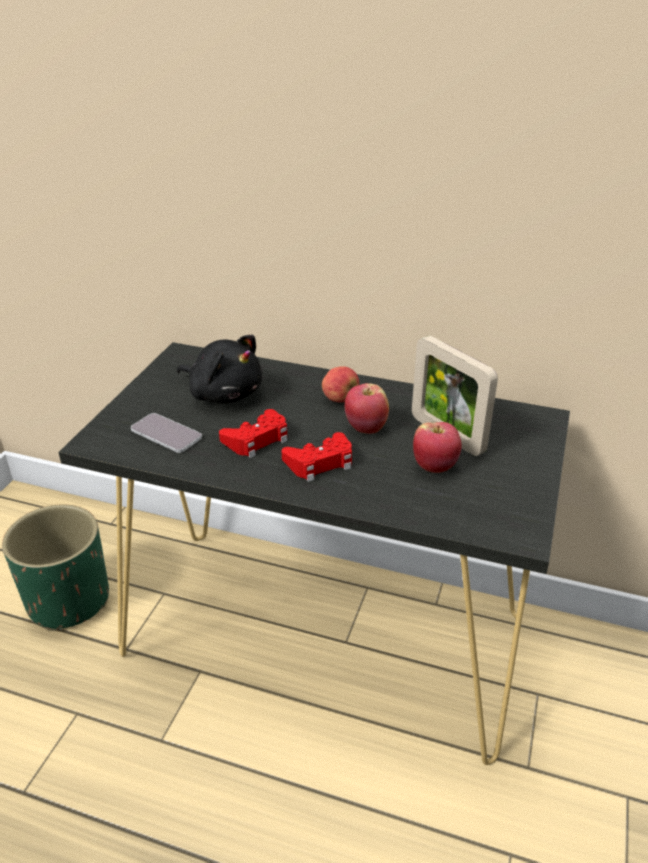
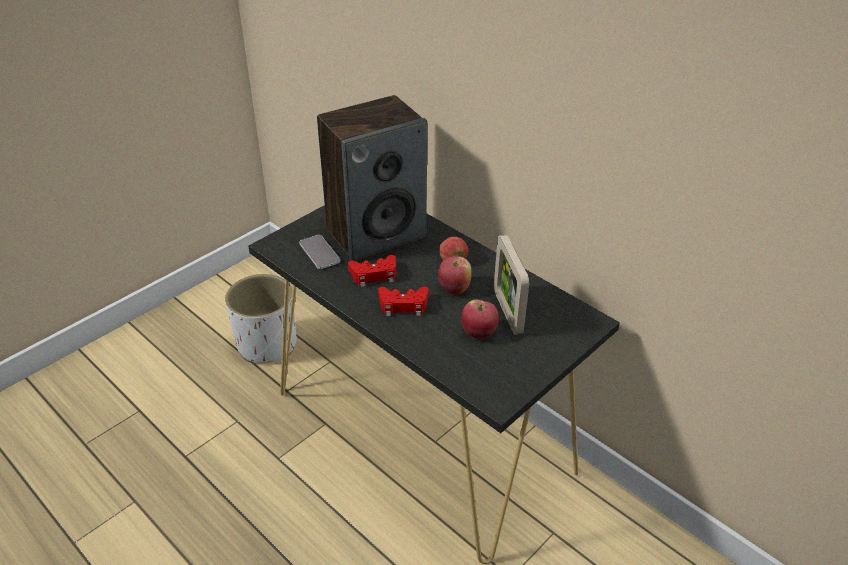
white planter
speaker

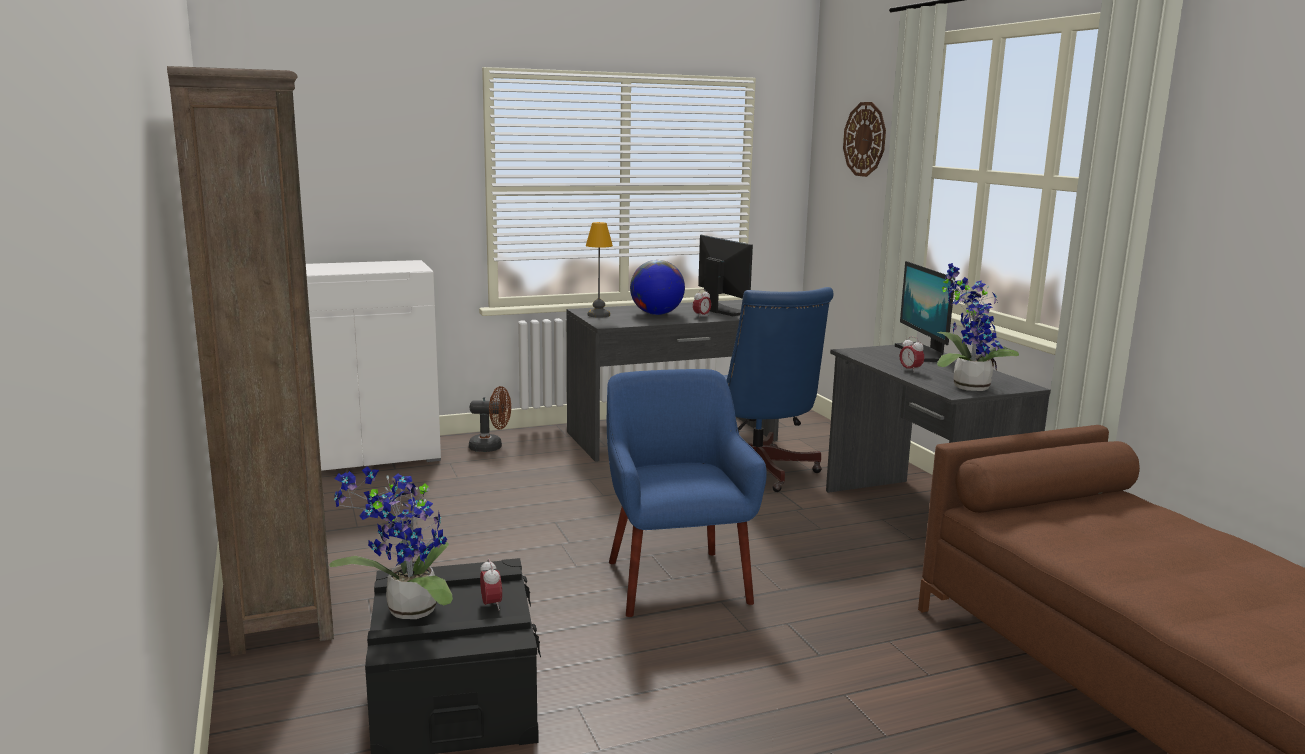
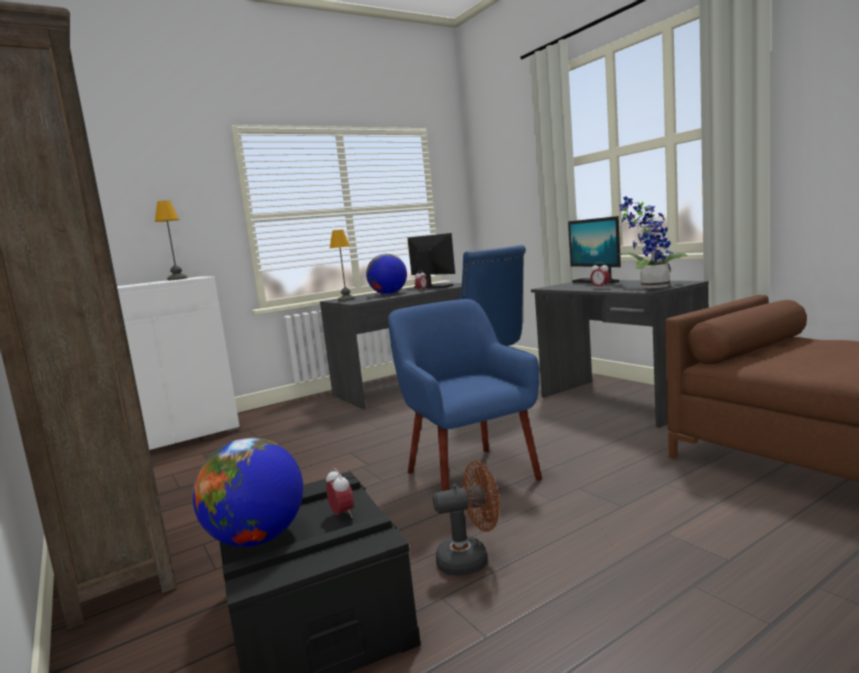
table lamp (1st from left)
globe (1st from left)
brown fan
wall clock

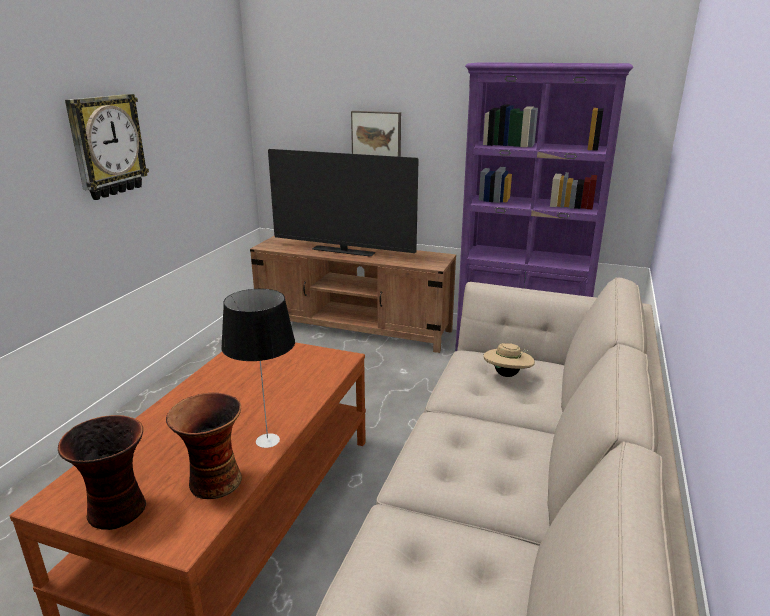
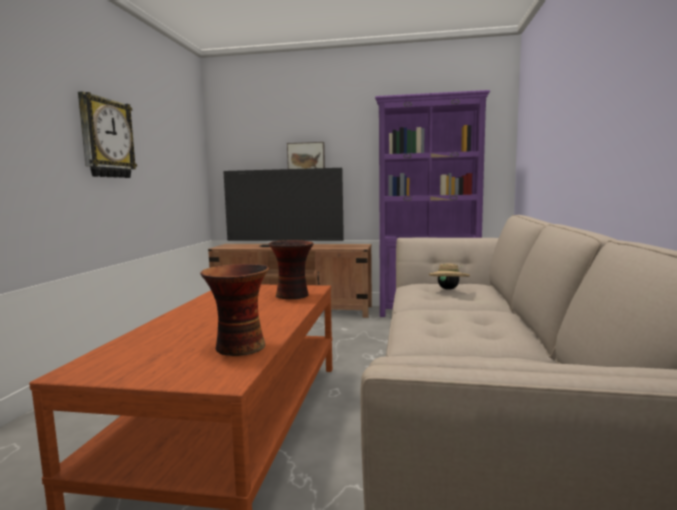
vase (2nd from left)
table lamp

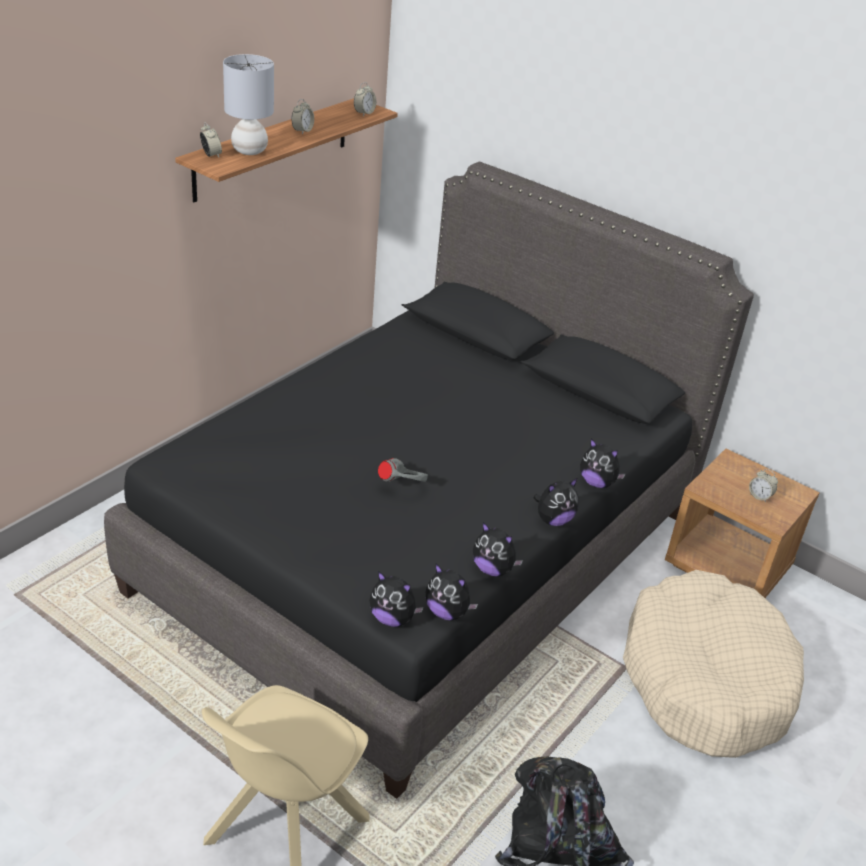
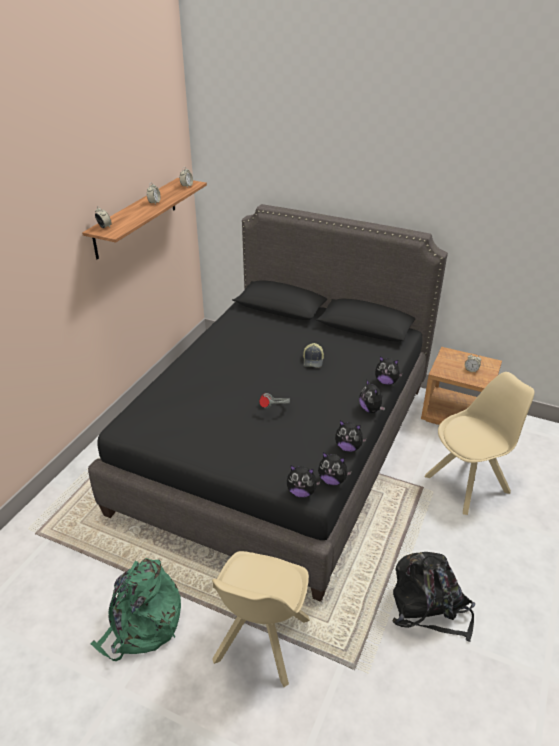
green backpack
cap
plush toy (4th from left)
beige chair (2nd from left)
grey table lamp

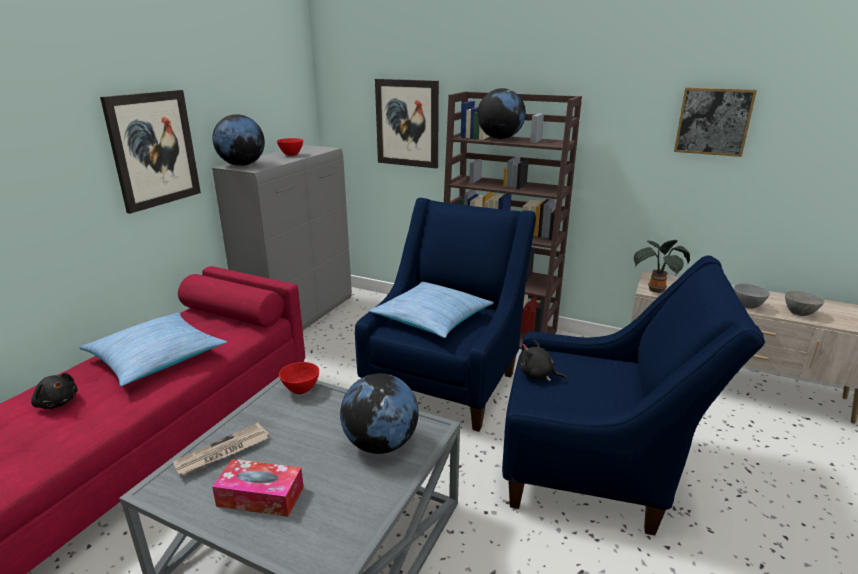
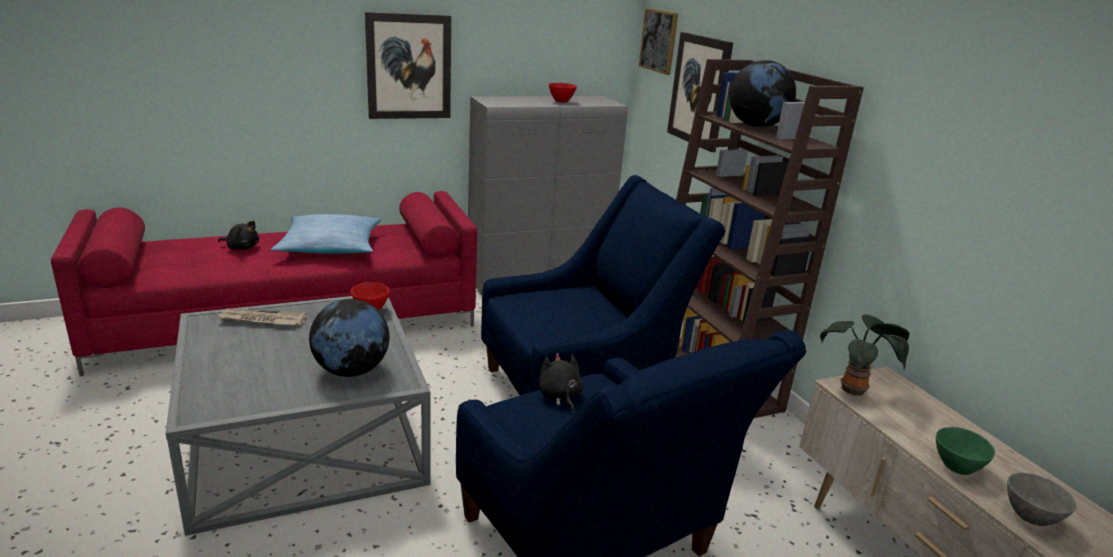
black plush toy (1st from left)
picture (2nd from left)
green bowl
tissue box
globe (1st from left in the first image)
pillow (2nd from left in the first image)

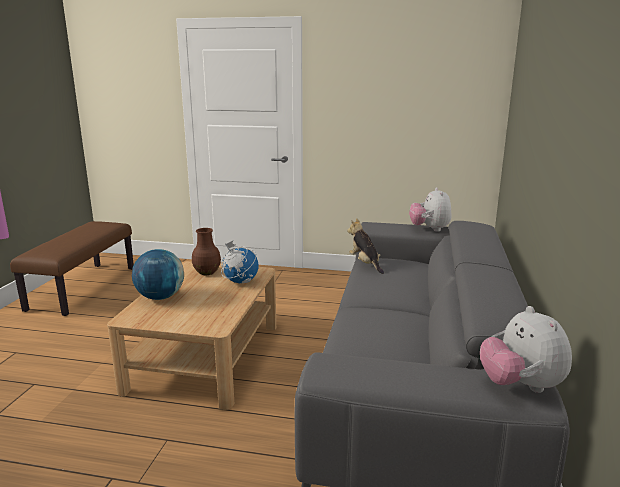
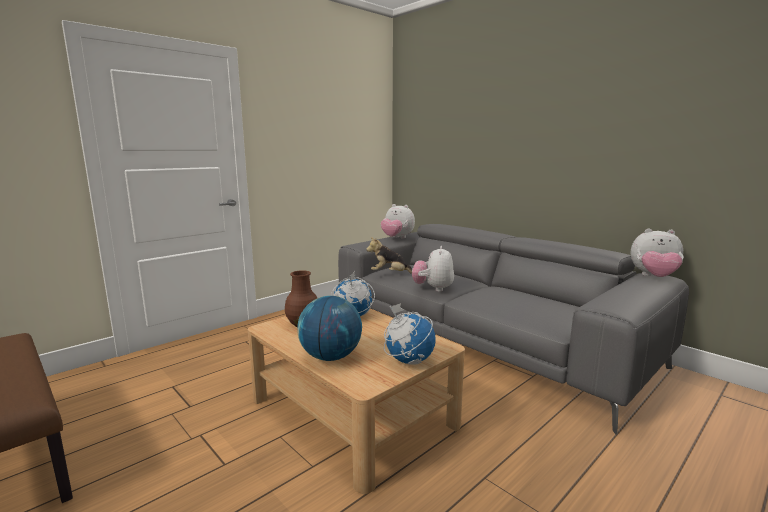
globe (3rd from left)
plush toy (3rd from left)

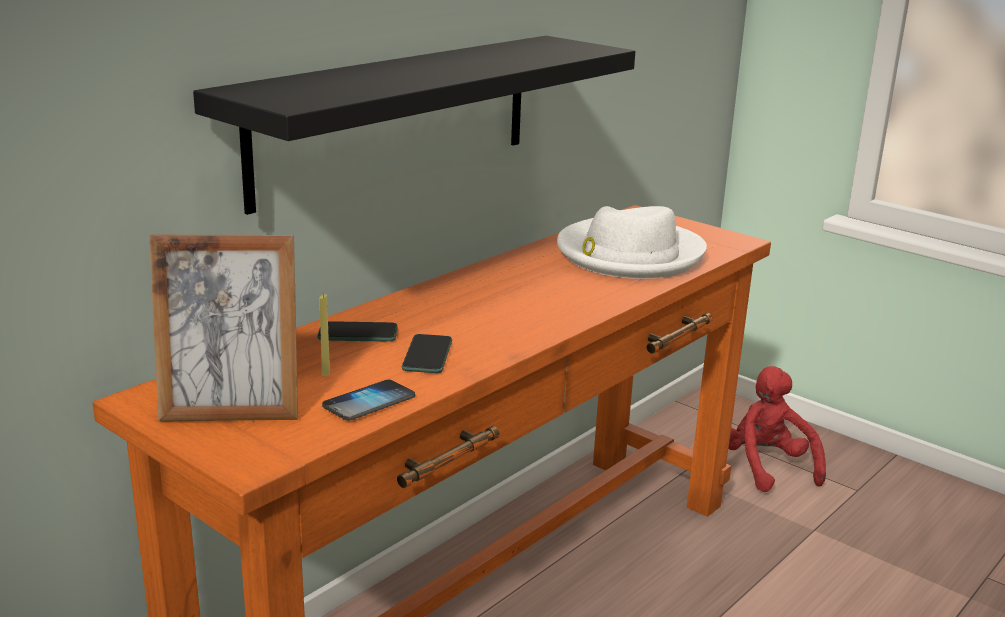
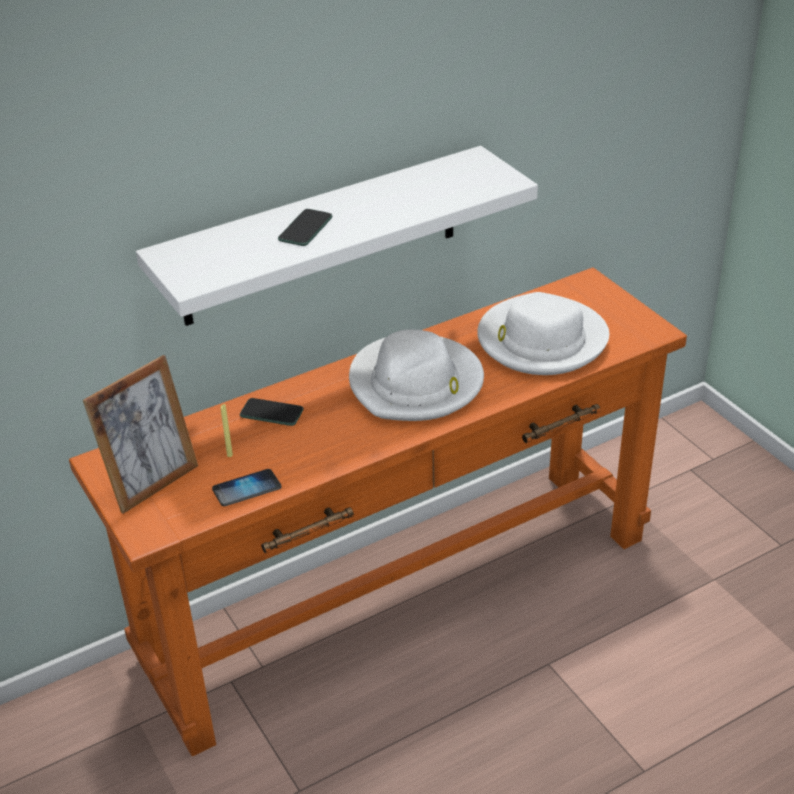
picture frame
white shelf
phone (3rd from left)
white hat (1st from left)
red plush toy

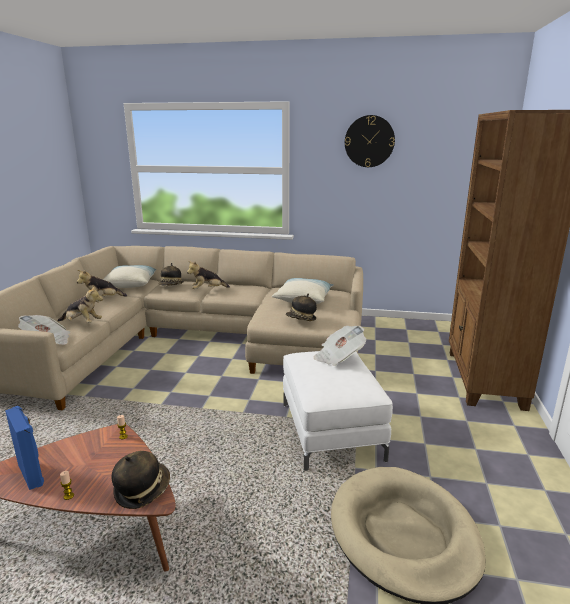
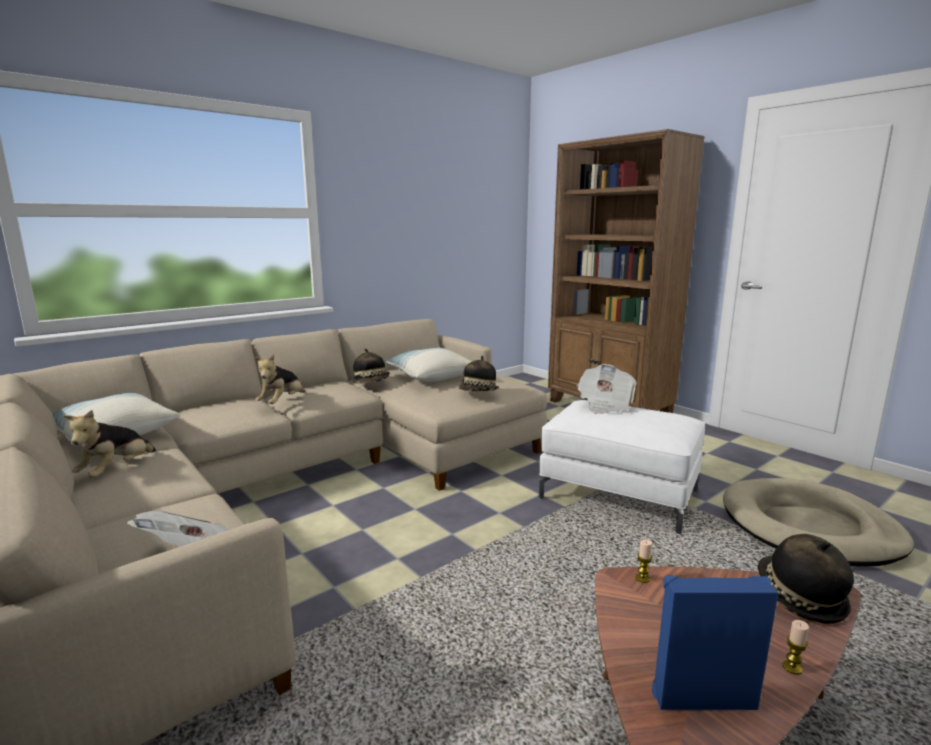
hat (1st from left)
plush toy (1st from left in the first image)
wall clock

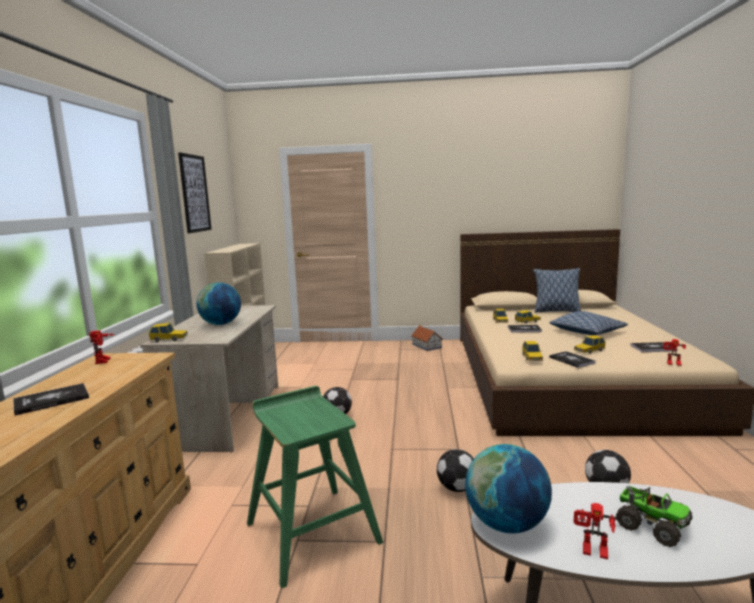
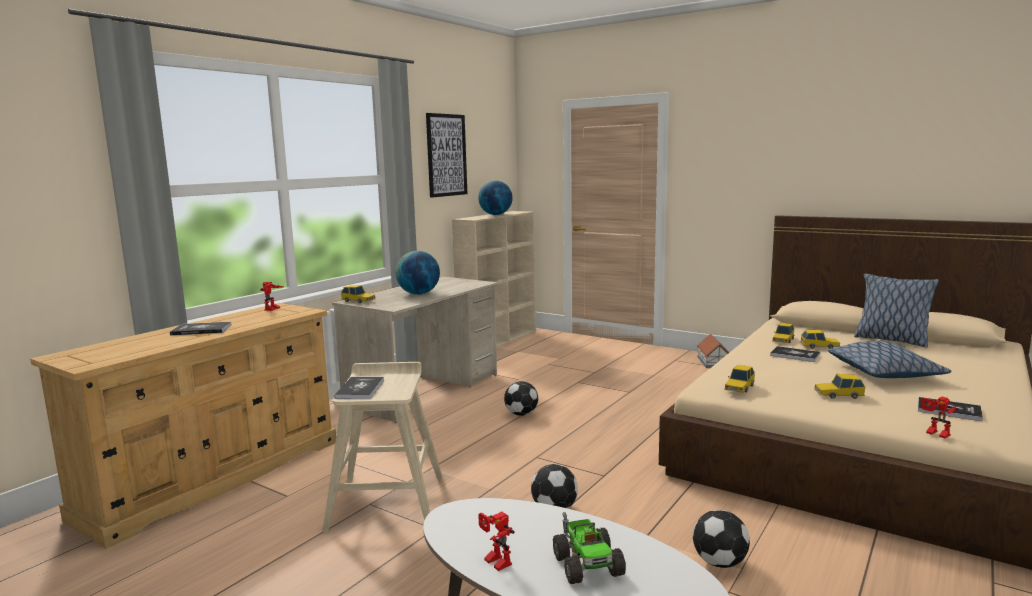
beige stool
book (2nd from left)
globe (2nd from left)

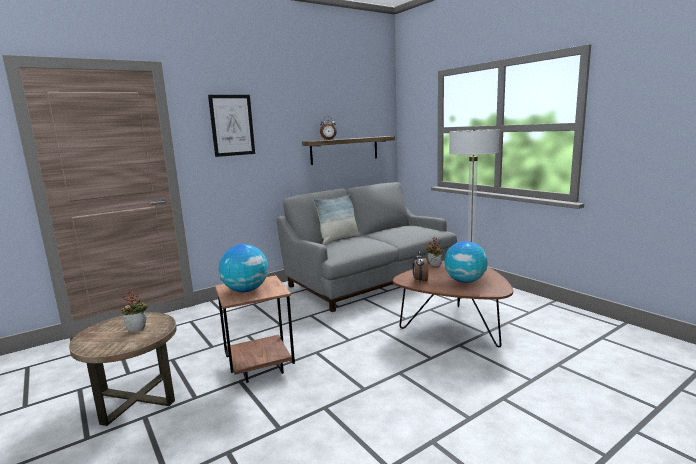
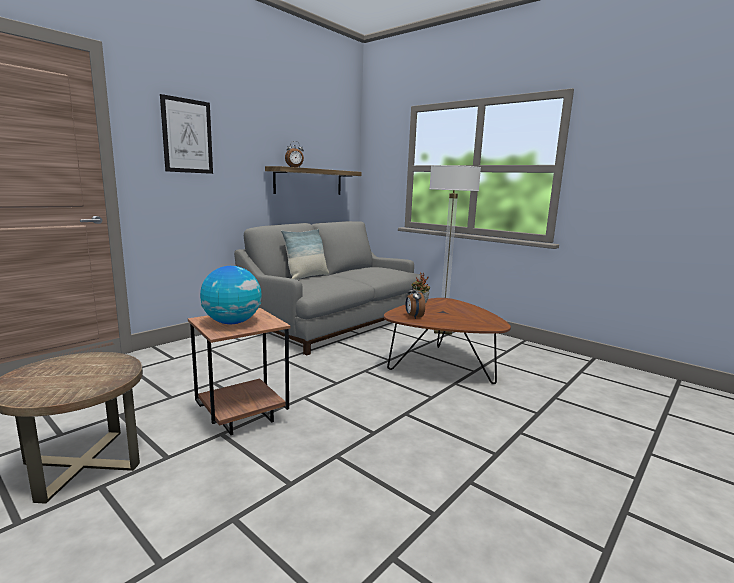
potted plant (1st from left in the first image)
globe (2nd from left in the first image)

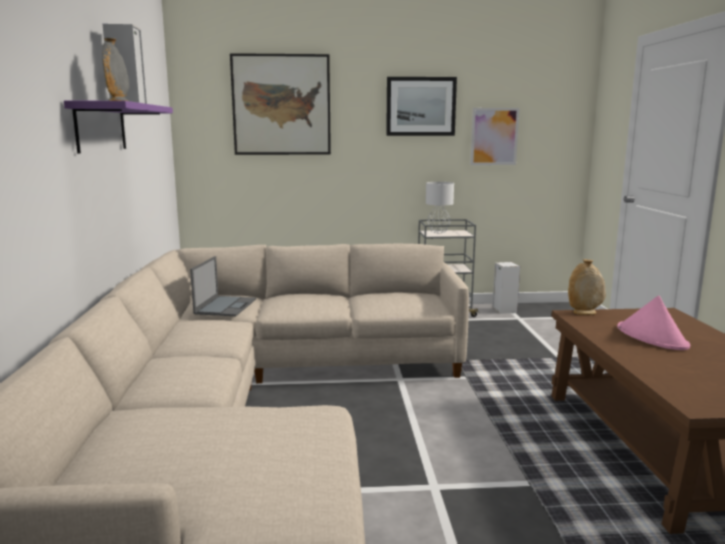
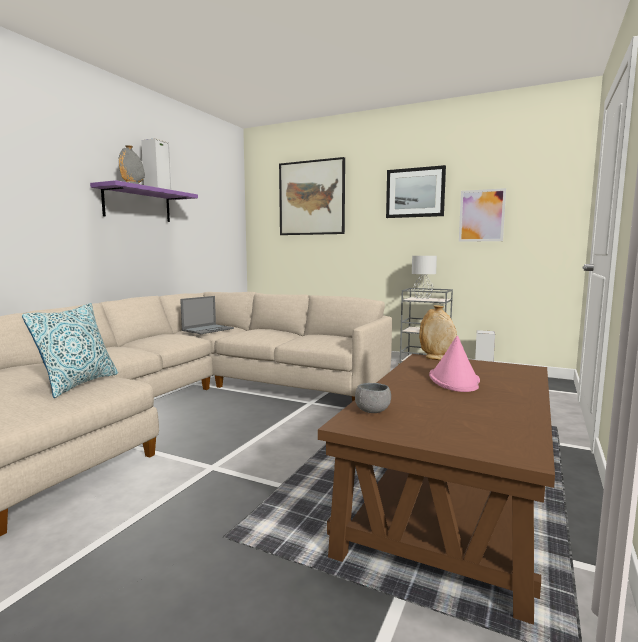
pillow
grey bowl

